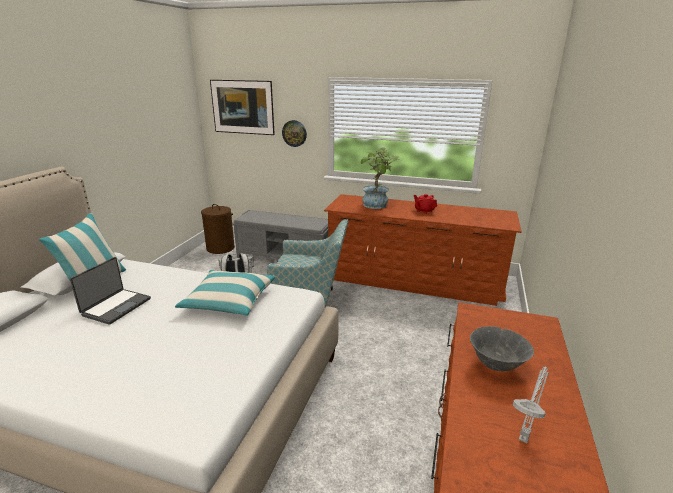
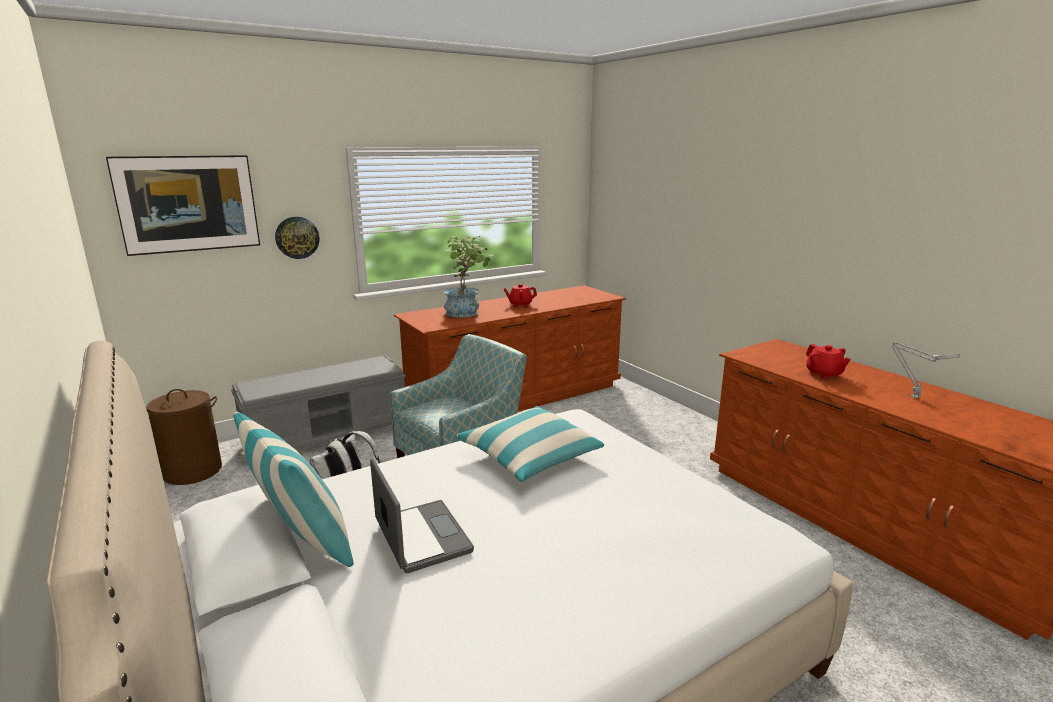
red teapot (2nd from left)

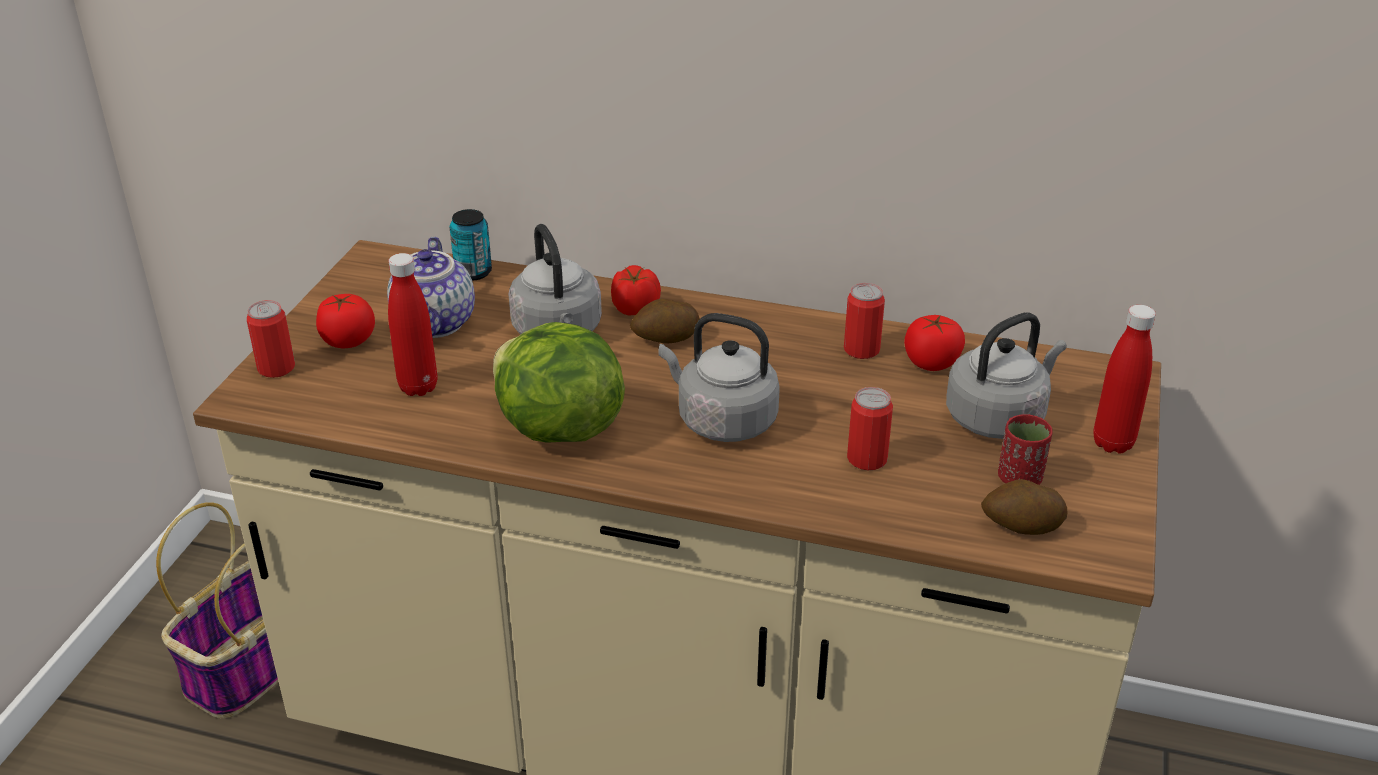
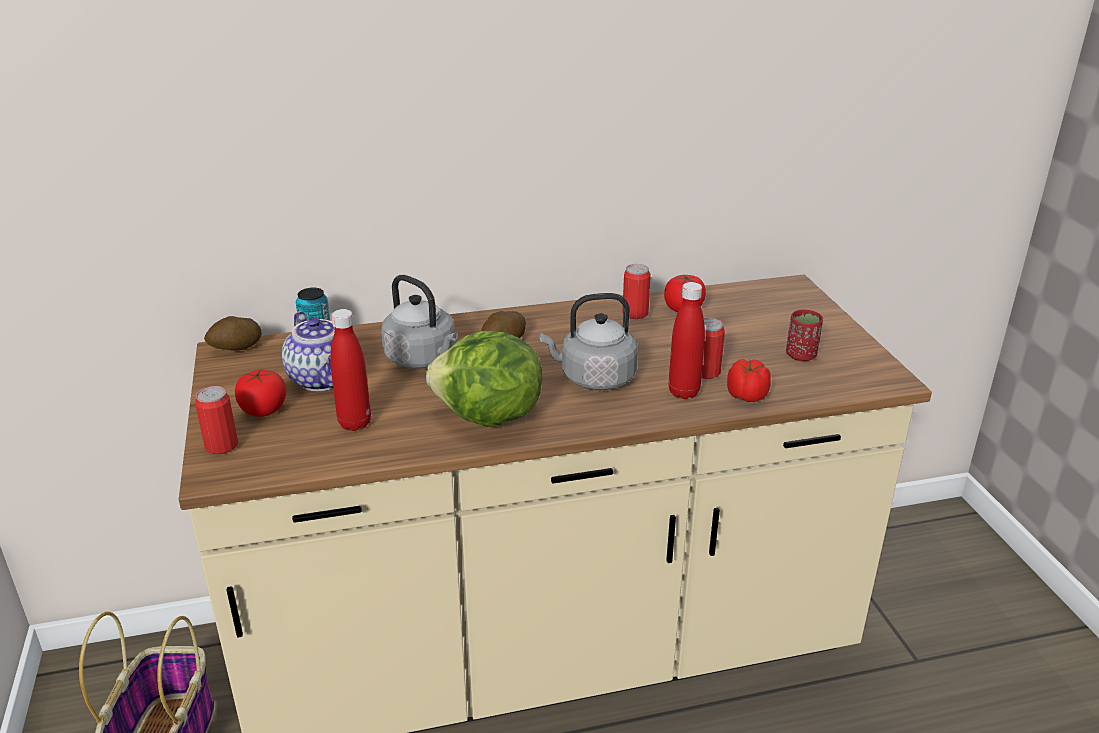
potato (1st from left)
red bottle (2nd from left)
tomato (3rd from left)
grey kettle (3rd from left in the first image)

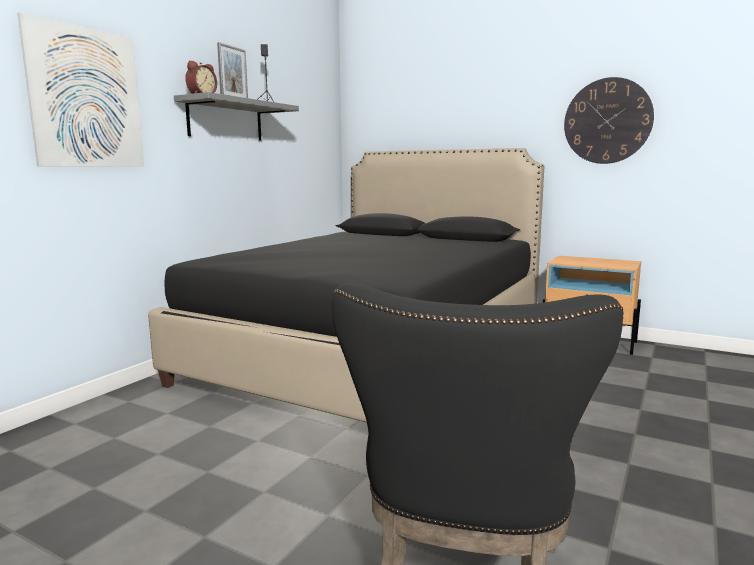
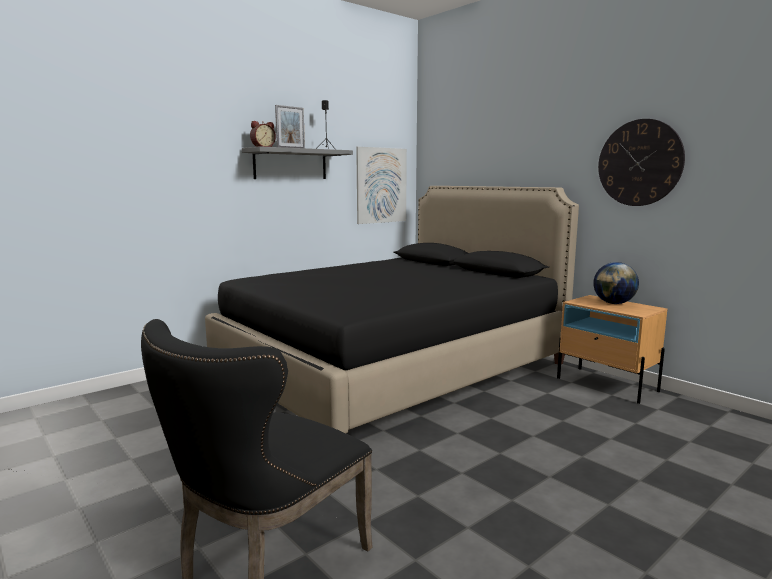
picture
globe

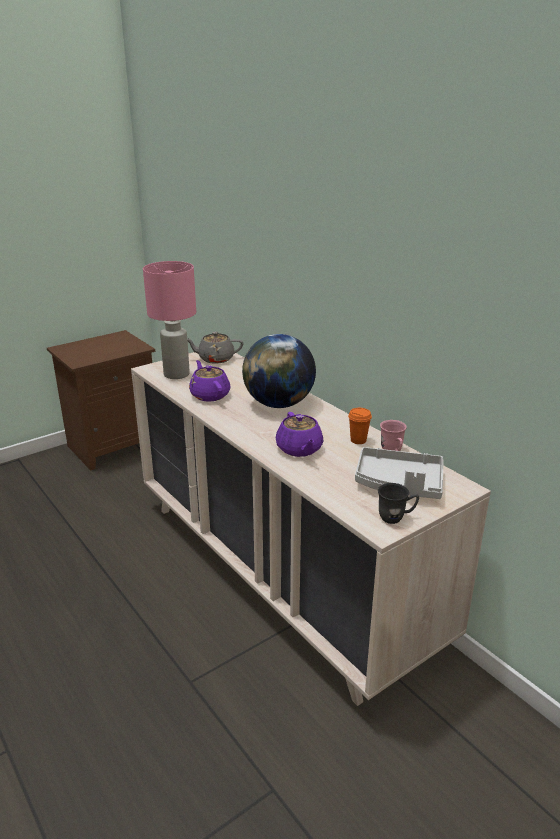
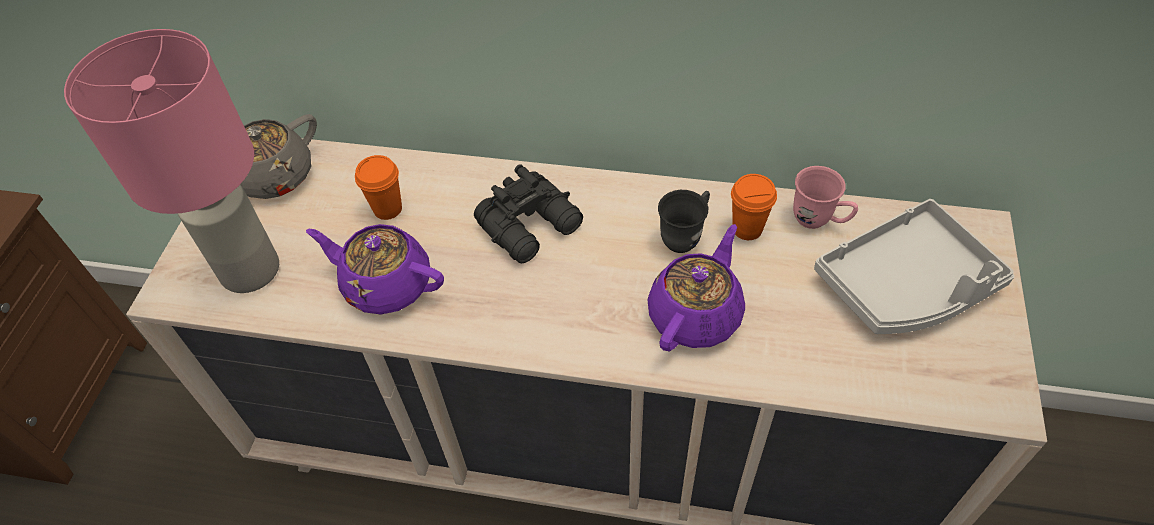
orange cup (1st from left)
black binoculars
purple teapot (2nd from left)
grey mug

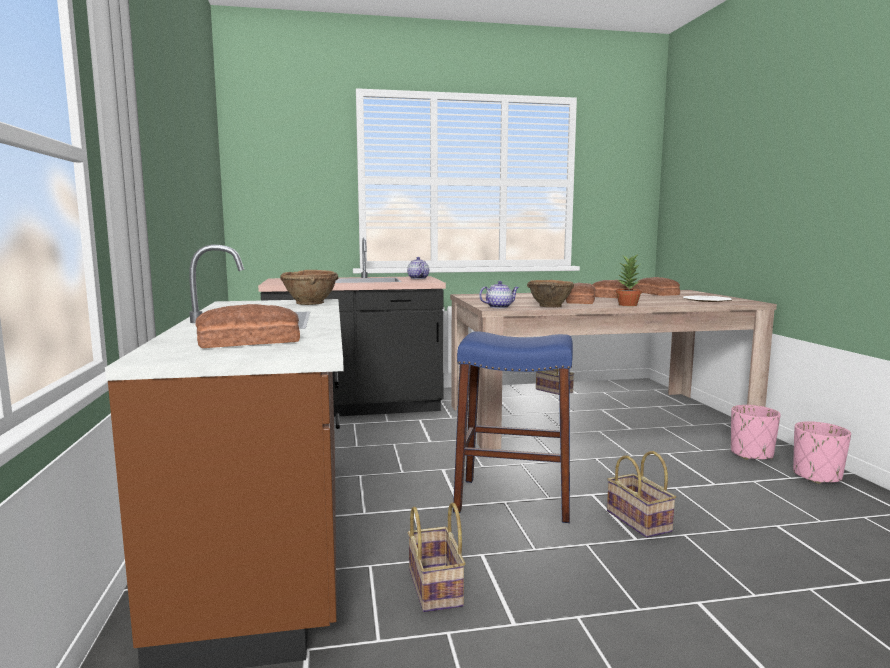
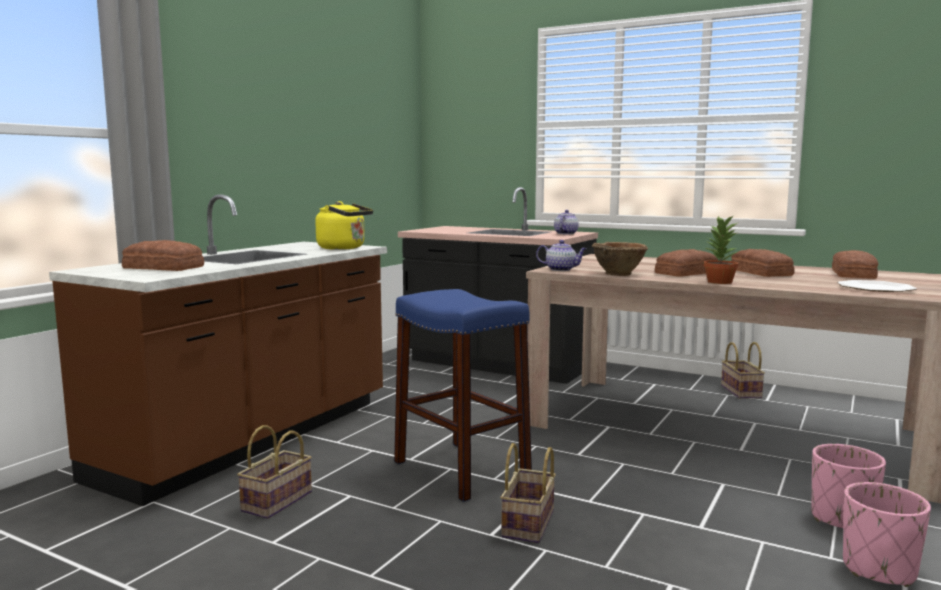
yellow kettle

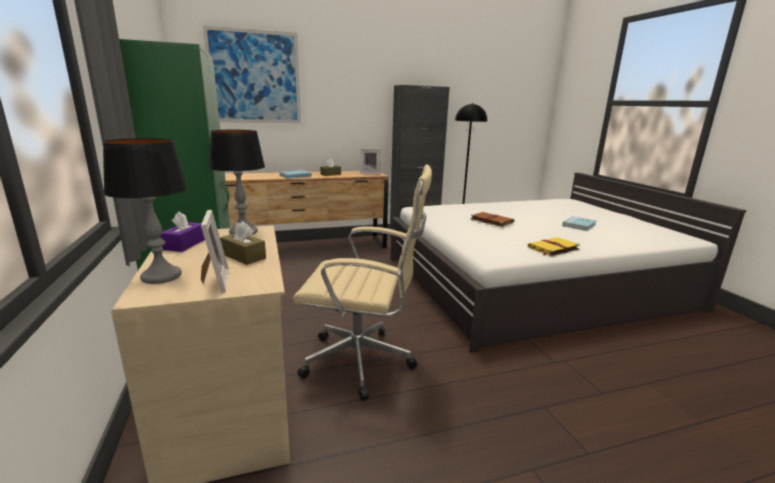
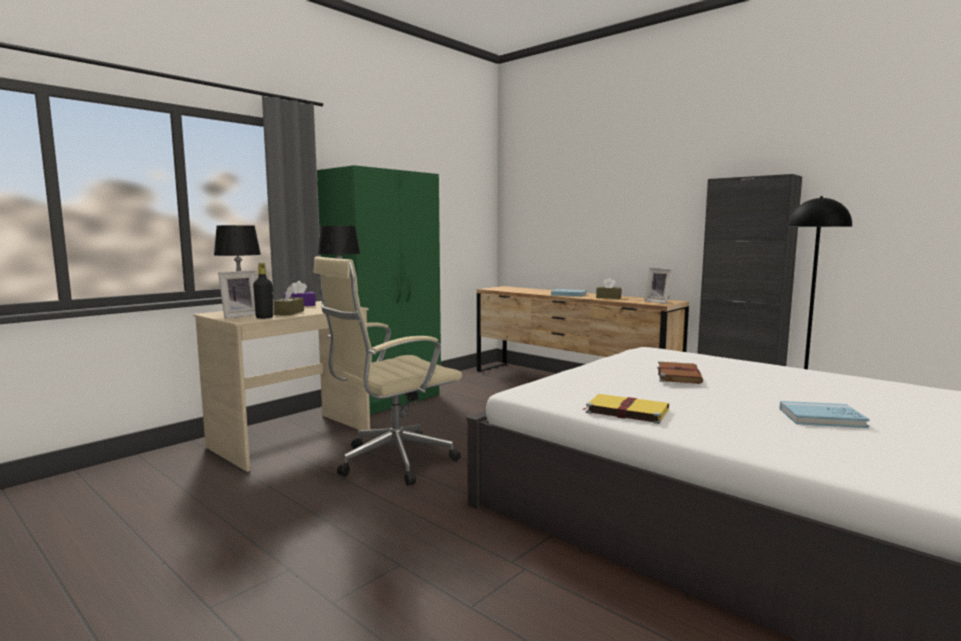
black bottle
beige office chair
picture

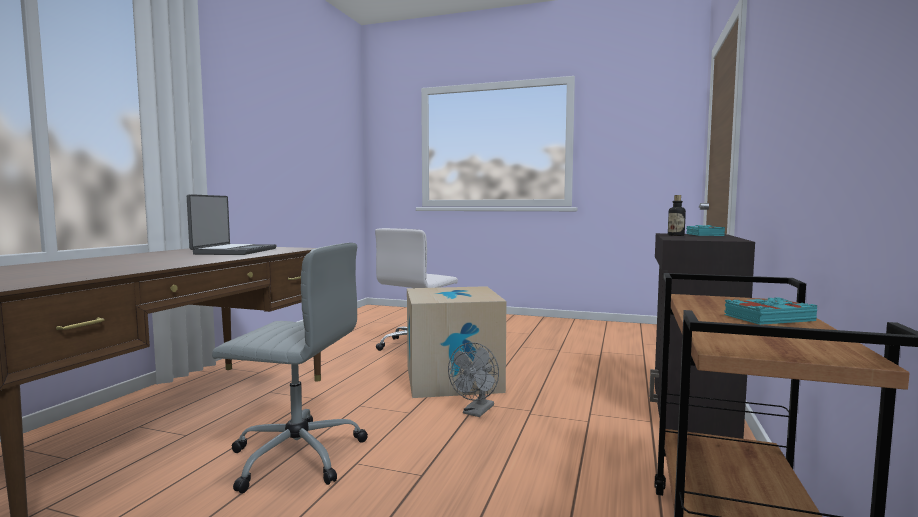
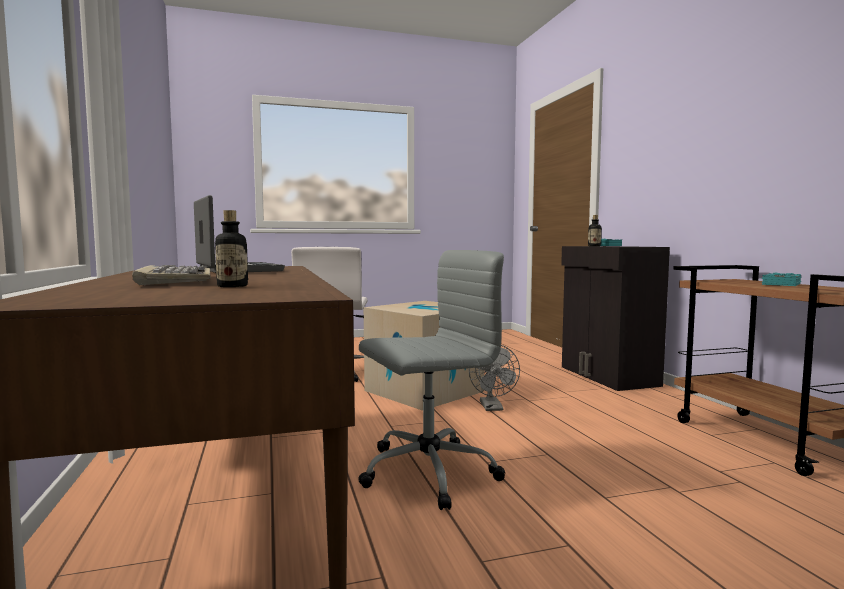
keyboard
bottle (1st from left)

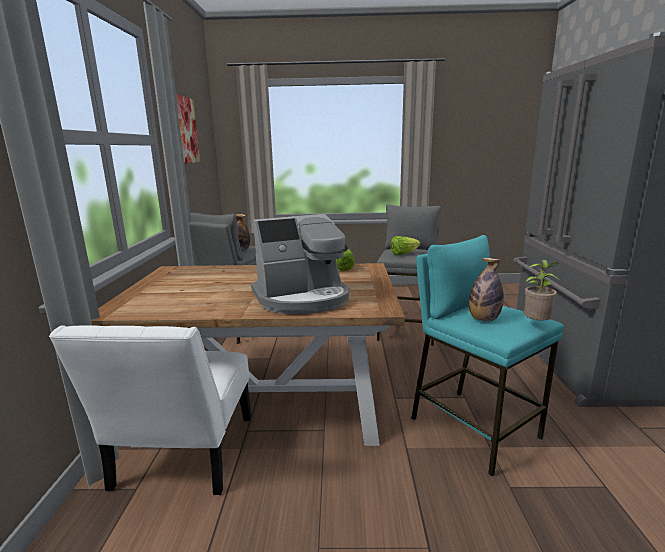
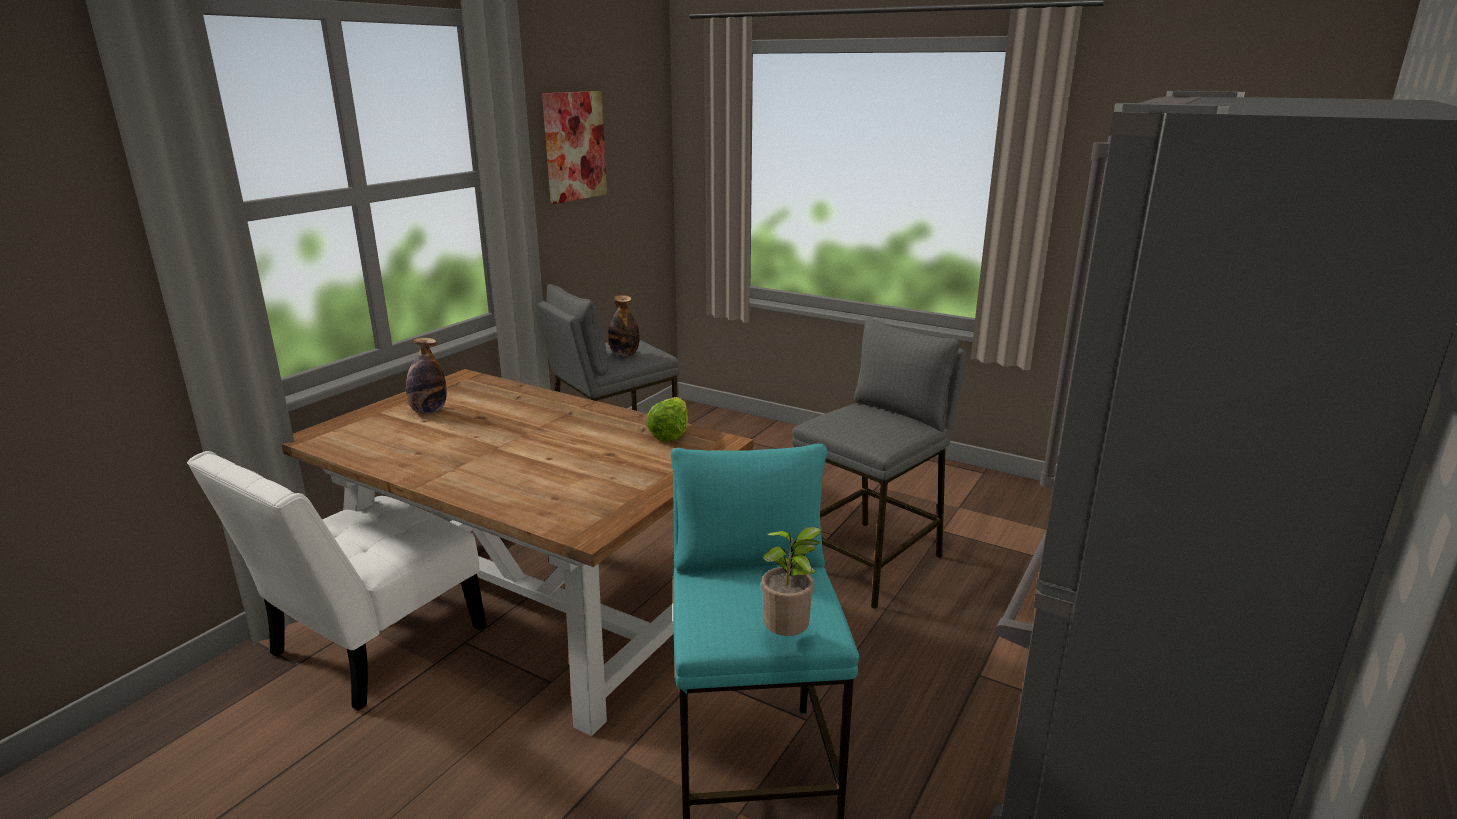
bottle (1st from left)
coffee machine
lettuce (2nd from left in the first image)

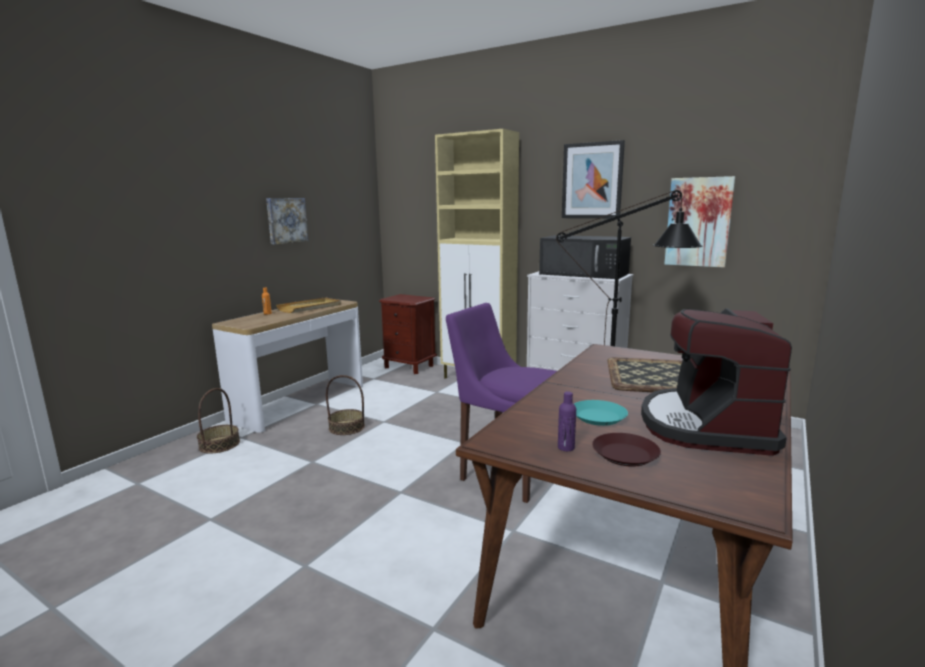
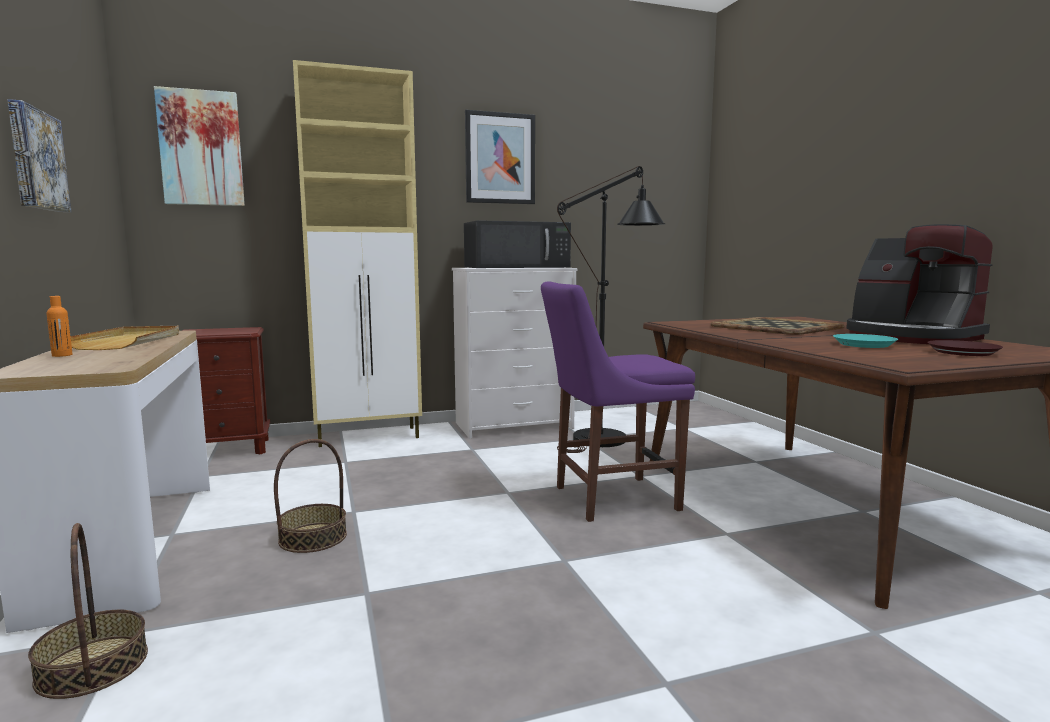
picture (2nd from left)
purple bottle

